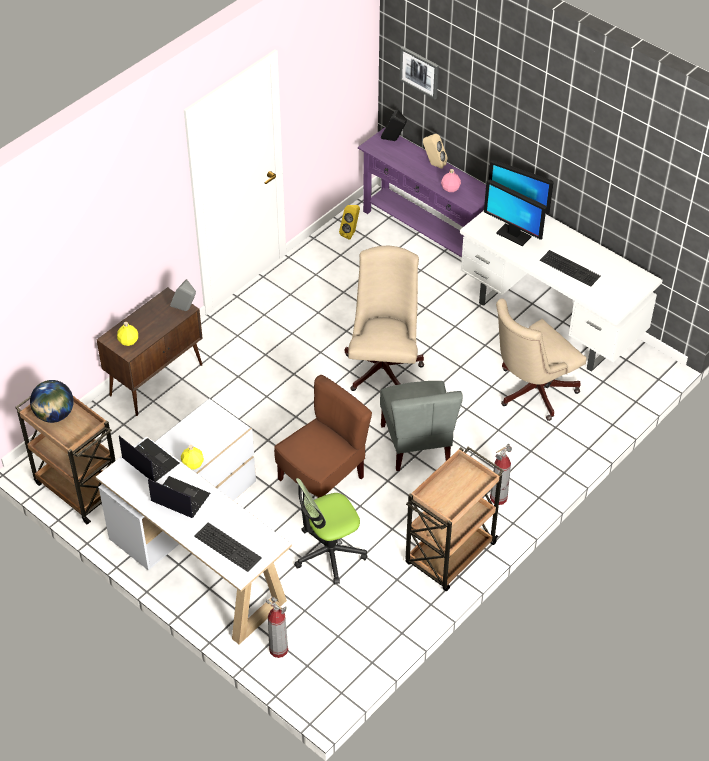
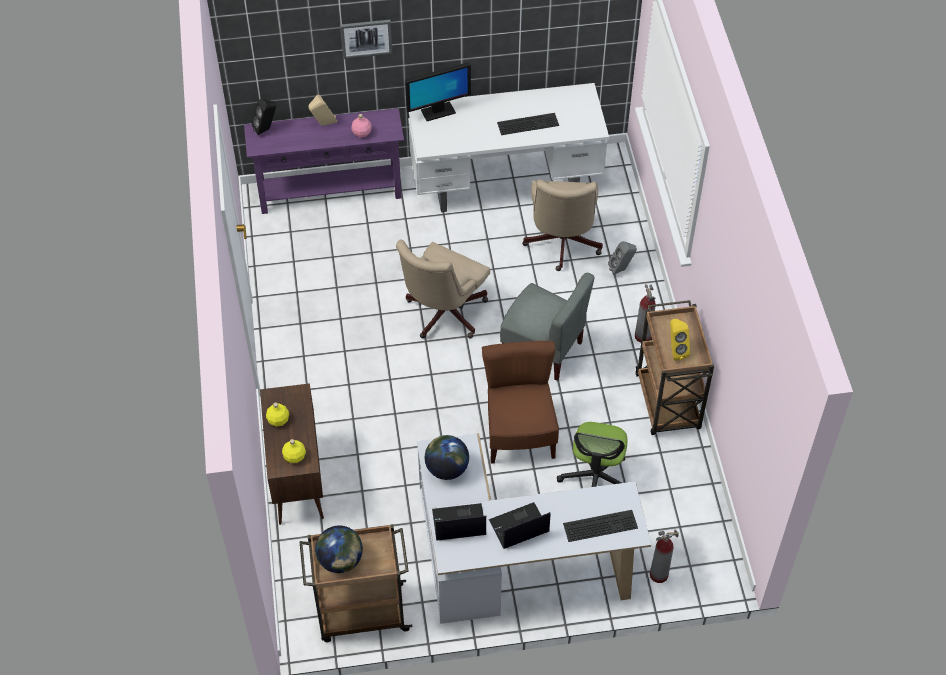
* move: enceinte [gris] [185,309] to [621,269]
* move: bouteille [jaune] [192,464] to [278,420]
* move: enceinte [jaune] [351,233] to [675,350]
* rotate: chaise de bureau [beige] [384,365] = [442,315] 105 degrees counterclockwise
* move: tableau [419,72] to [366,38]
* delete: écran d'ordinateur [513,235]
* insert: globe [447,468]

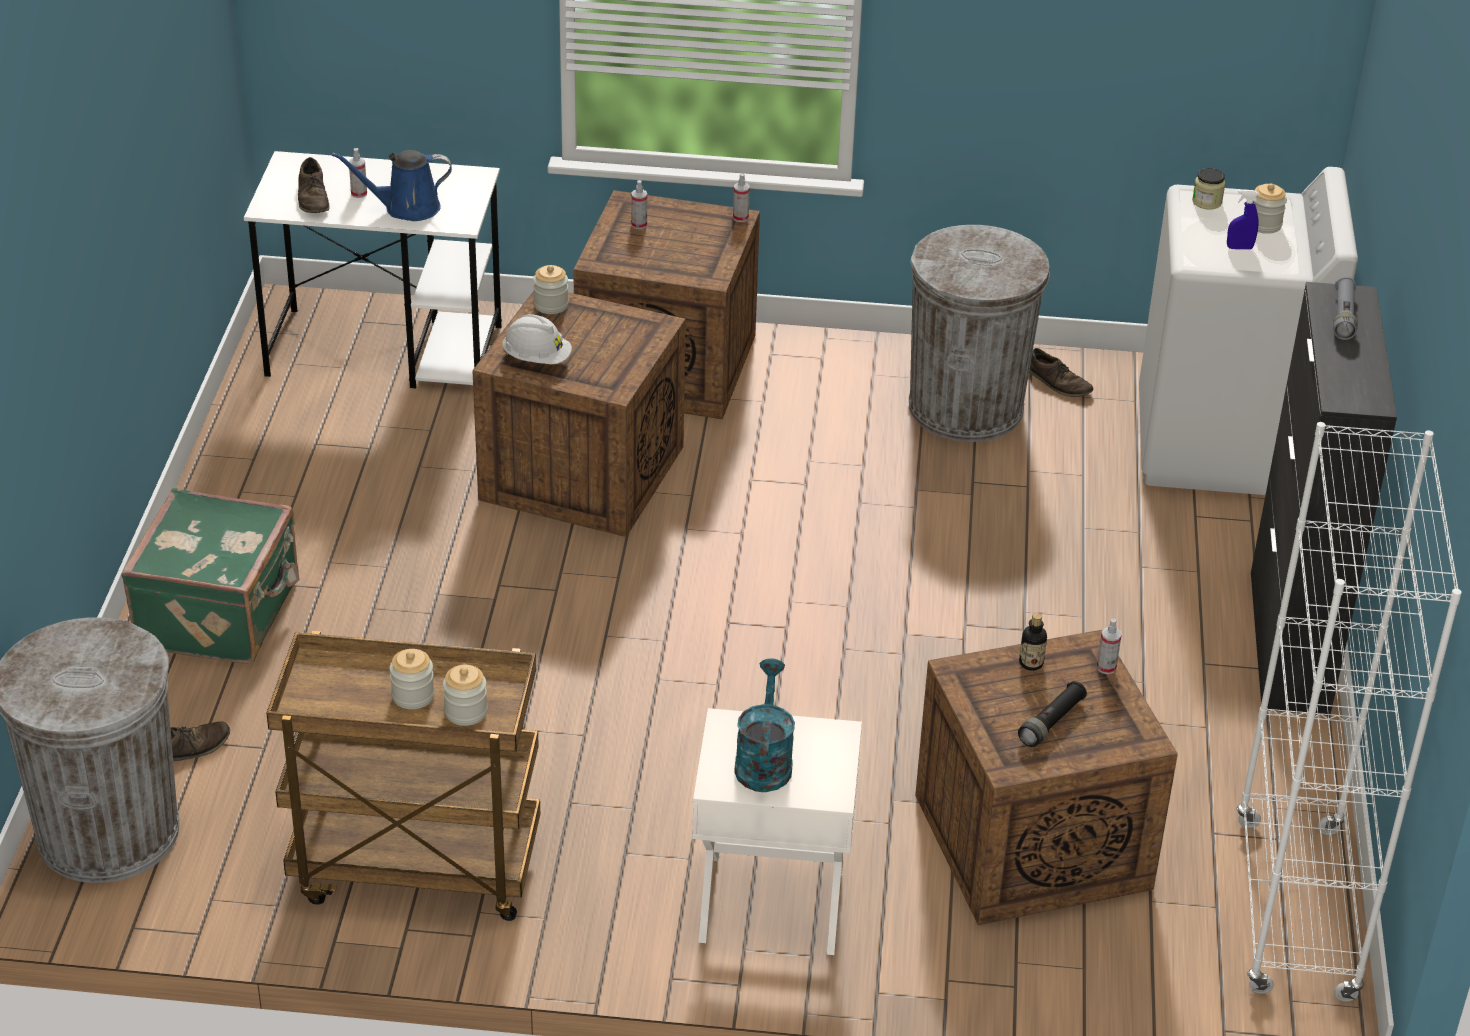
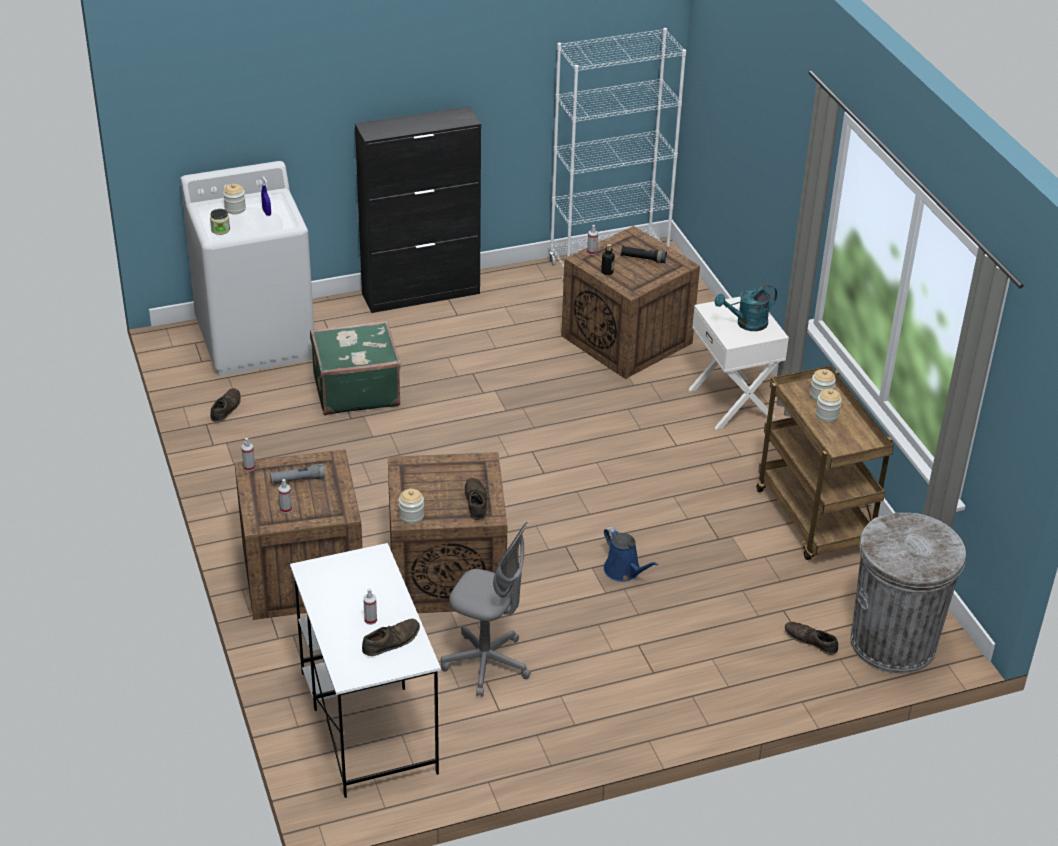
* move: valise [vert] [221,614] to [355,390]
* move: arrosoir [bleu] [406,208] to [624,571]
* replace: casque de chantier [blanc] [537,359] to chaussure [marron] [476,502]
* delete: poubelle [gris] [966,407]
* move: lampe de poche [gris] [1343,317] to [297,480]
* insert: chaise de bureau [gris] [486,663]

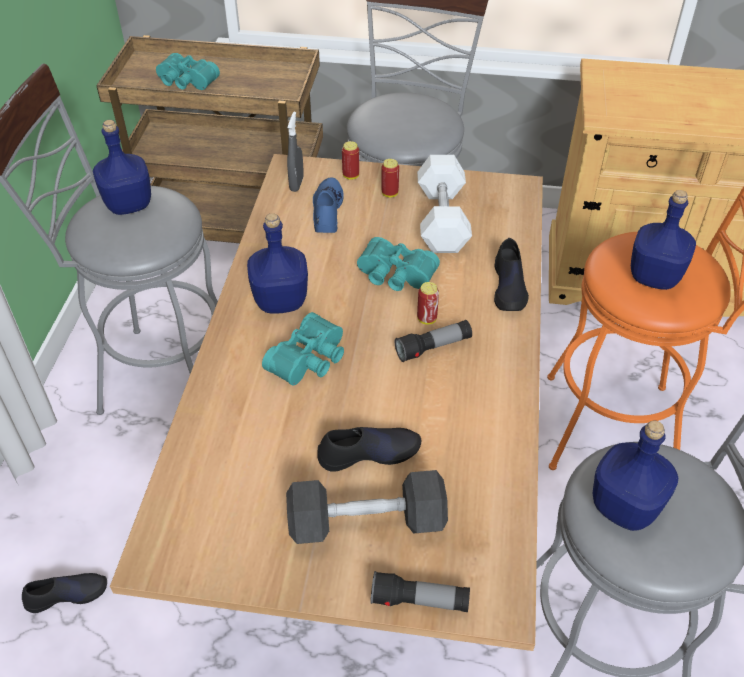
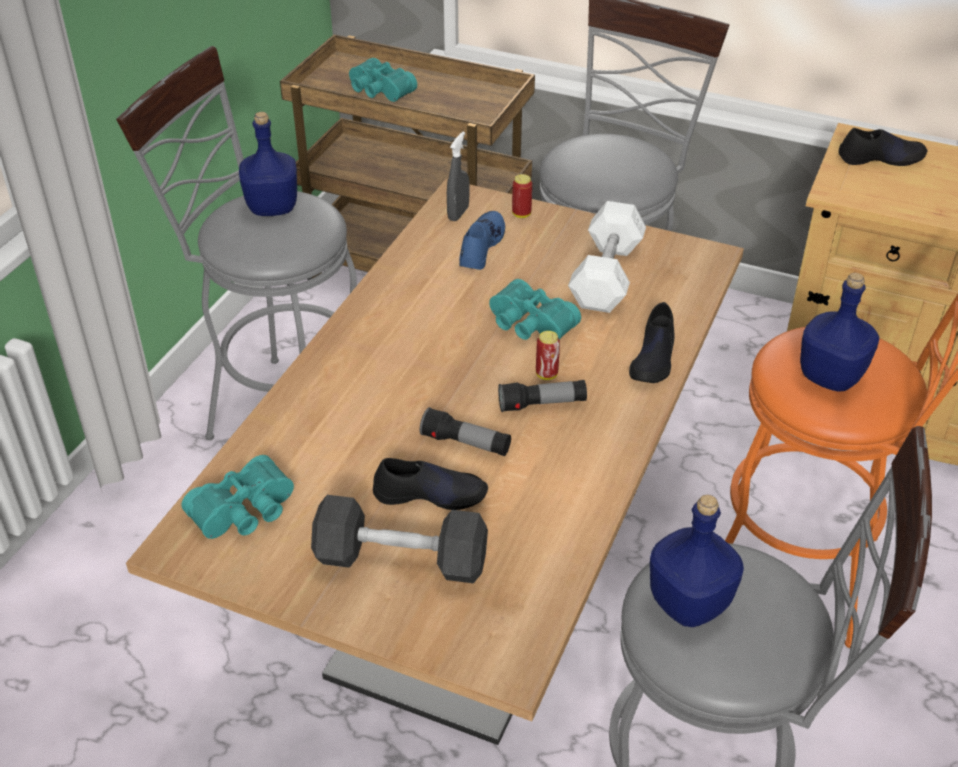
* move: chaussure [noir] [67,594] to [880,158]
* delete: bouteille [bleu] [282,301]
* move: jumelles [turquoise] [310,360] to [245,512]
* move: lampe de poche [419,601] to [466,443]
* delete: boîte métallique [389,193]

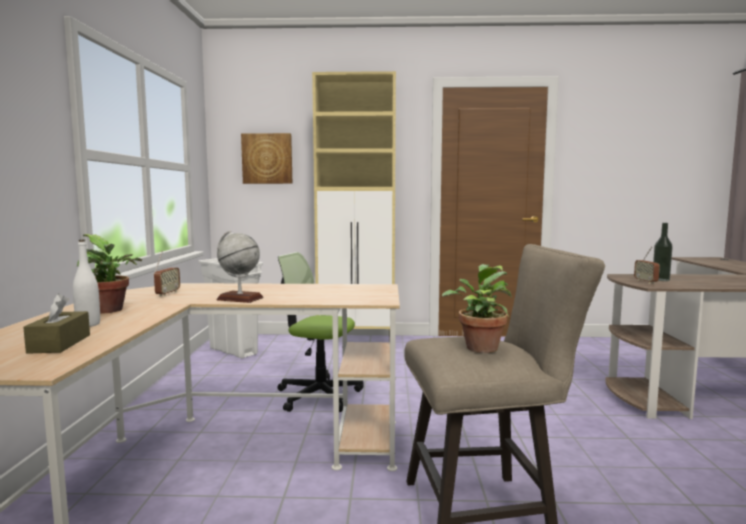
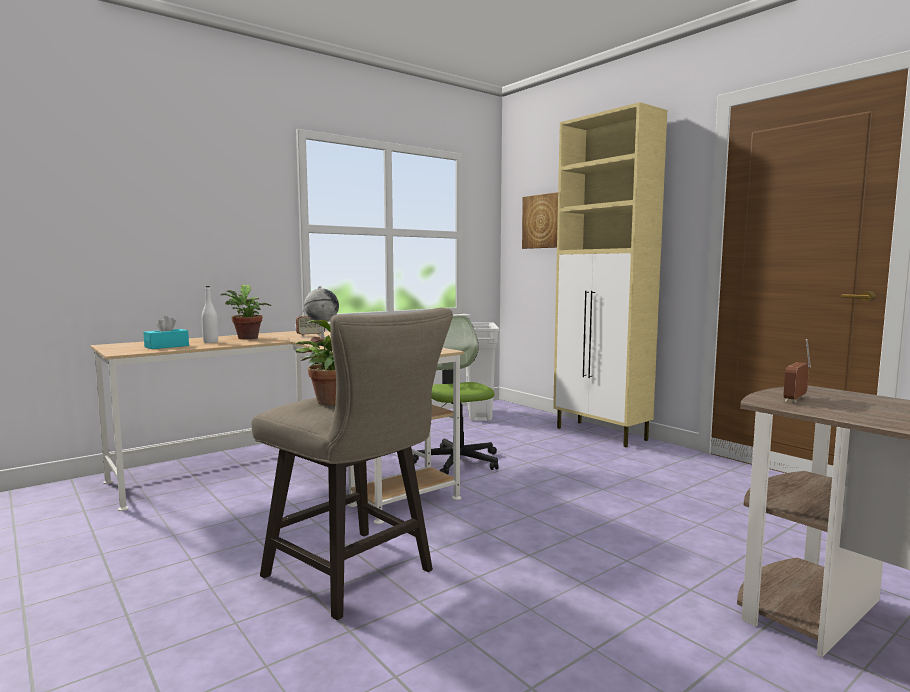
* recolor: boîte à mouchoirs [marron] [59,344] to boîte à mouchoirs [turquoise] [167,346]
* delete: bouteille [660,279]

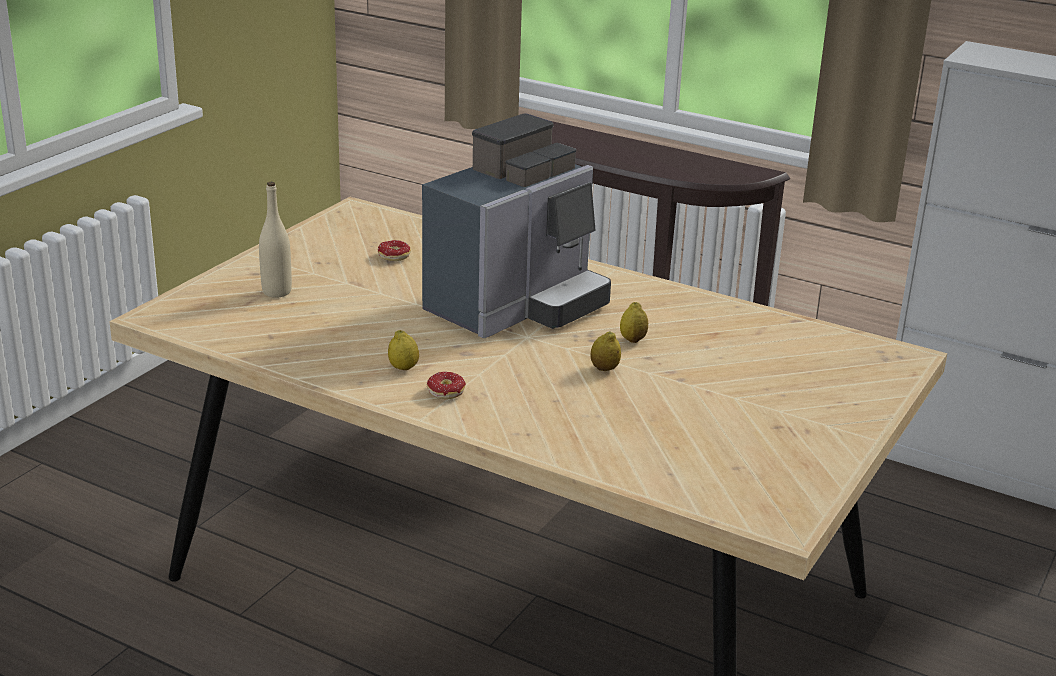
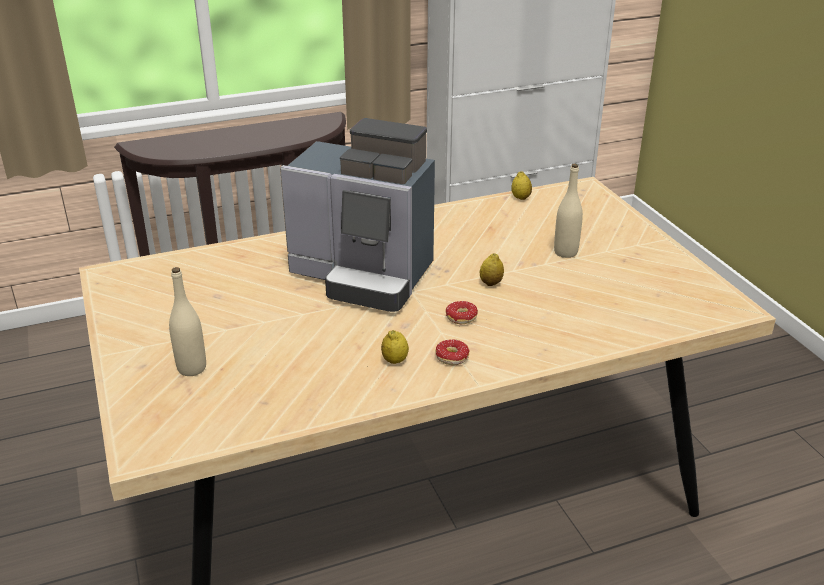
* move: beignet [390,258] to [463,321]
* rotate: machine à café [518,306] = [364,276] 120 degrees clockwise
* move: citron [633,339] to [521,198]
* insert: bouteille [beige] [565,252]

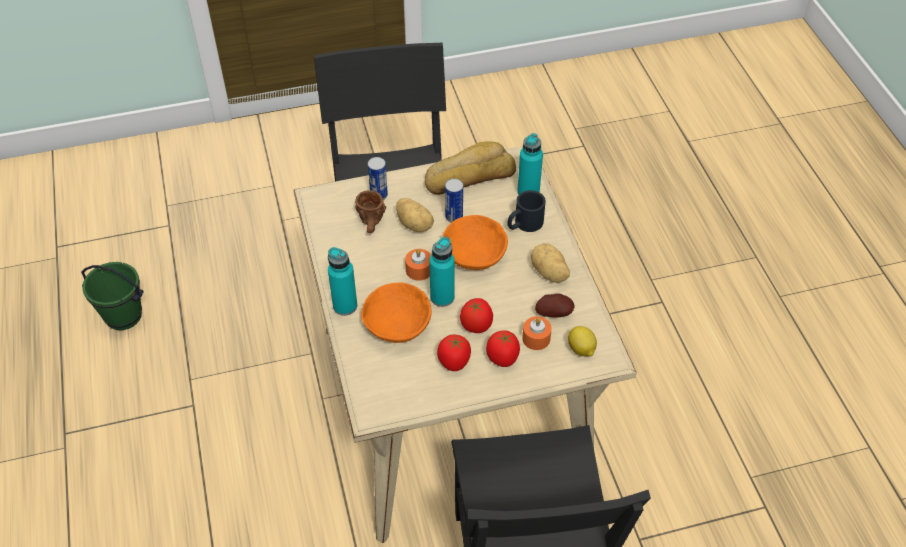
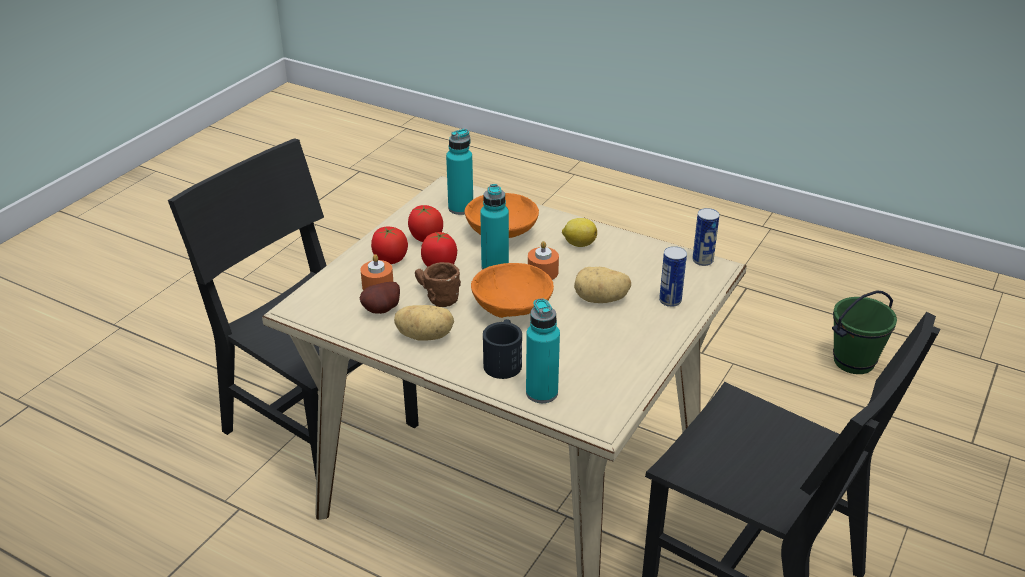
* move: bouteille [turquoise] [345,306] to [460,208]
* move: mug [marron] [372,224] to [434,297]
* delete: pain [469,176]
* move: boîte métallique [454,217] to [702,260]
* move: citron [581,350] to [578,244]

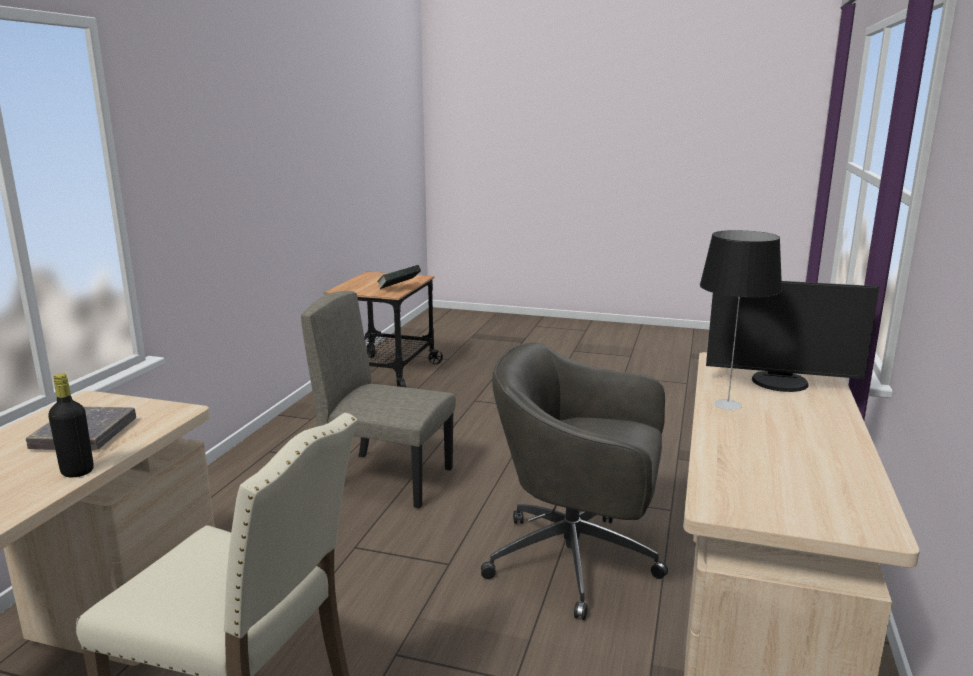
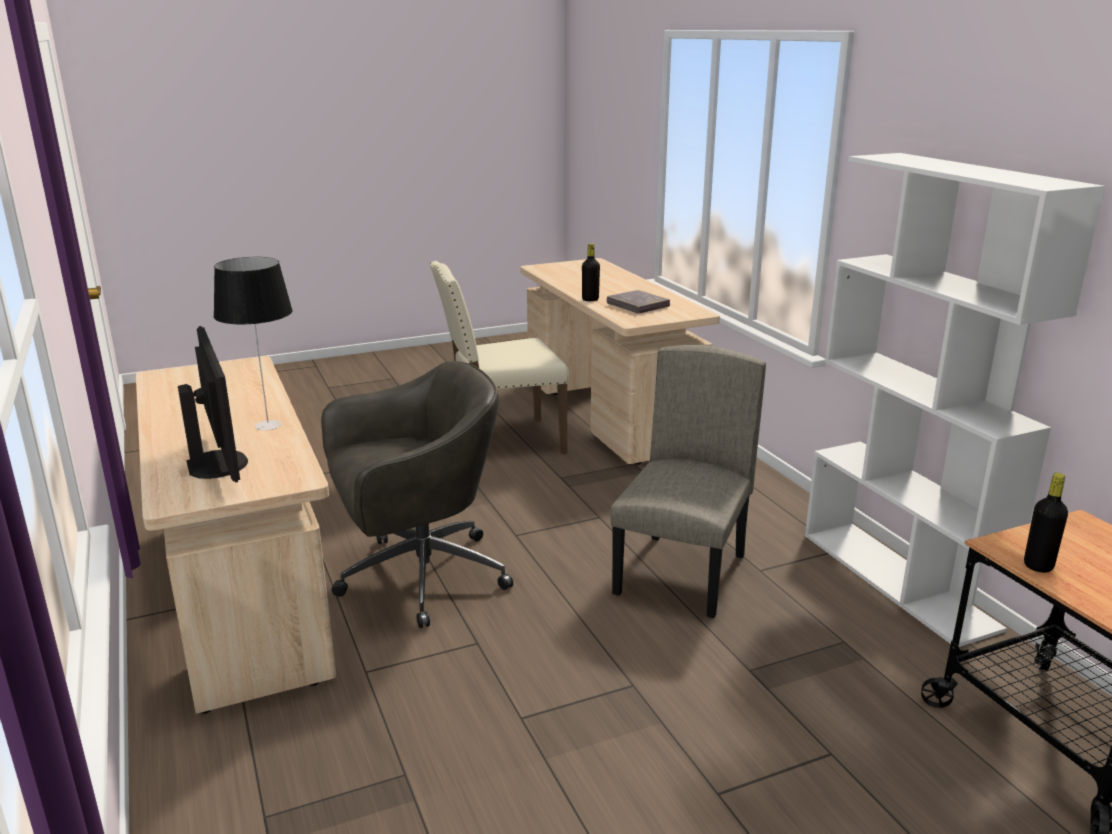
* rotate: chaise [beige] [389,479] = [682,574] 45 degrees counterclockwise
* replace: livre [399,289] to bouteille [noir] [1038,565]
* rotate: écran d'ordinateur [780,383] = [220,464] 90 degrees clockwise
* insert: bibliothèque [blanc] [898,580]

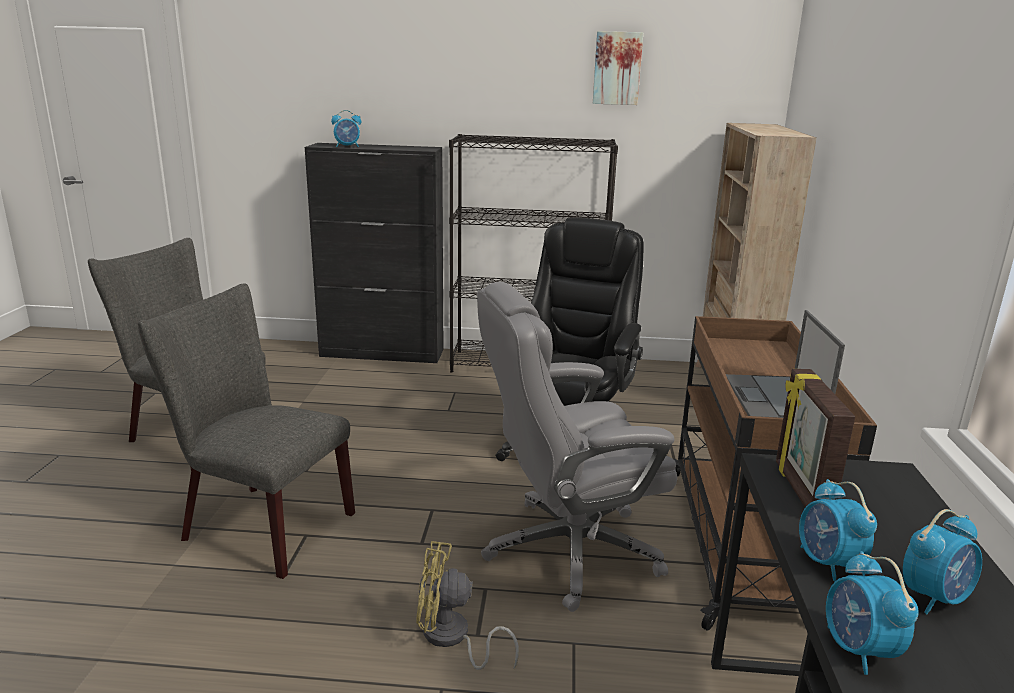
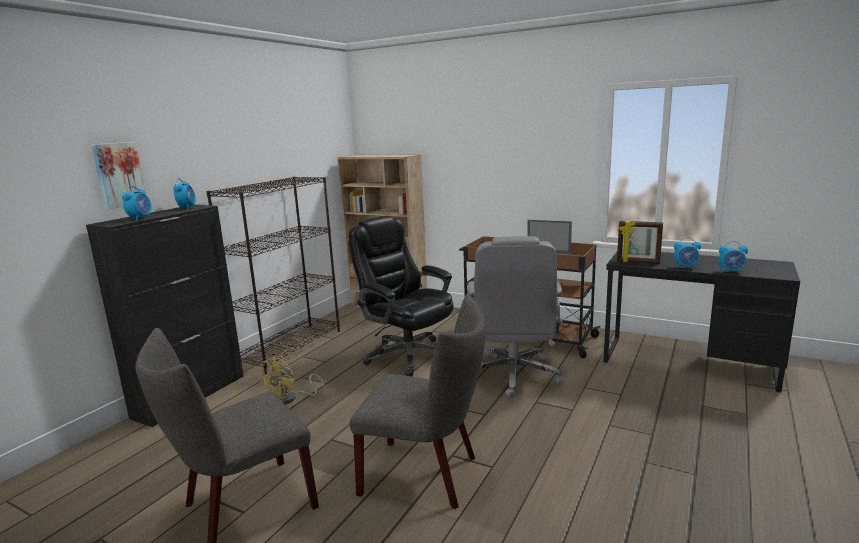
* rotate: chaise [gris] [259,525] = [427,475] 120 degrees counterclockwise
* move: ventilateur [jaune] [452,638] to [290,398]
* move: tableau [617,68] to [118,174]
* move: réveil [934,597] to [187,208]

